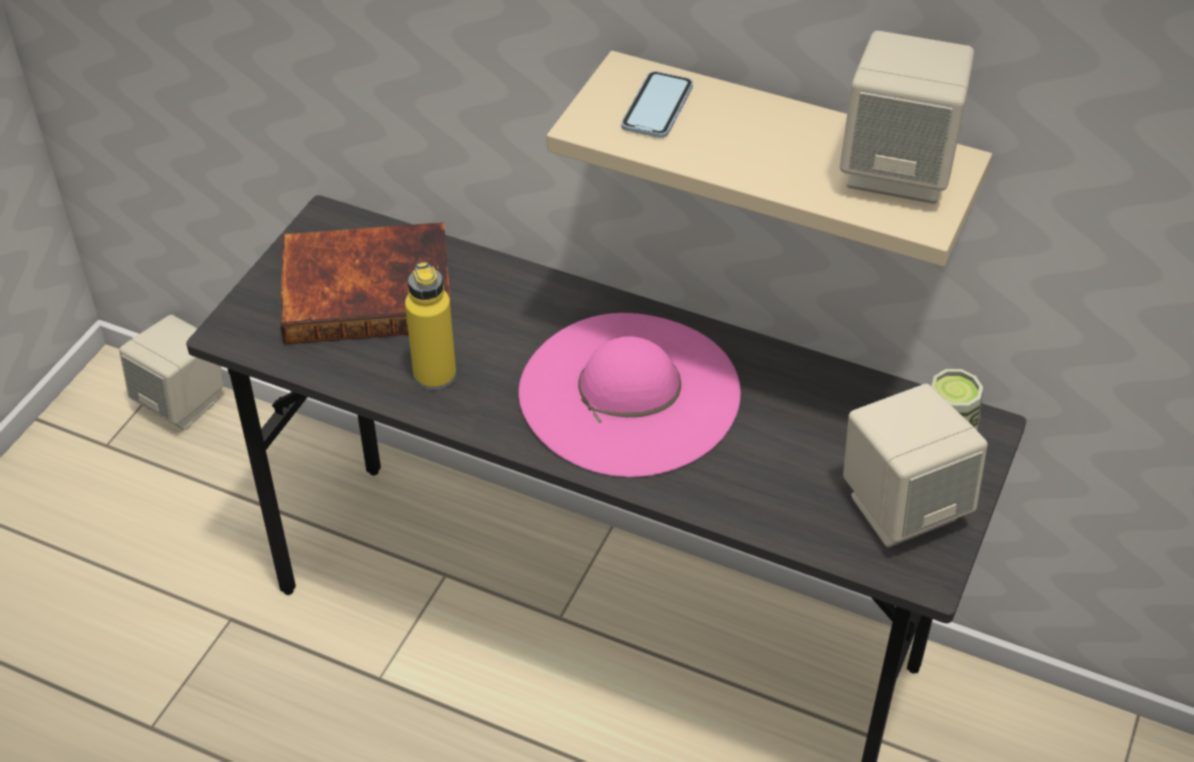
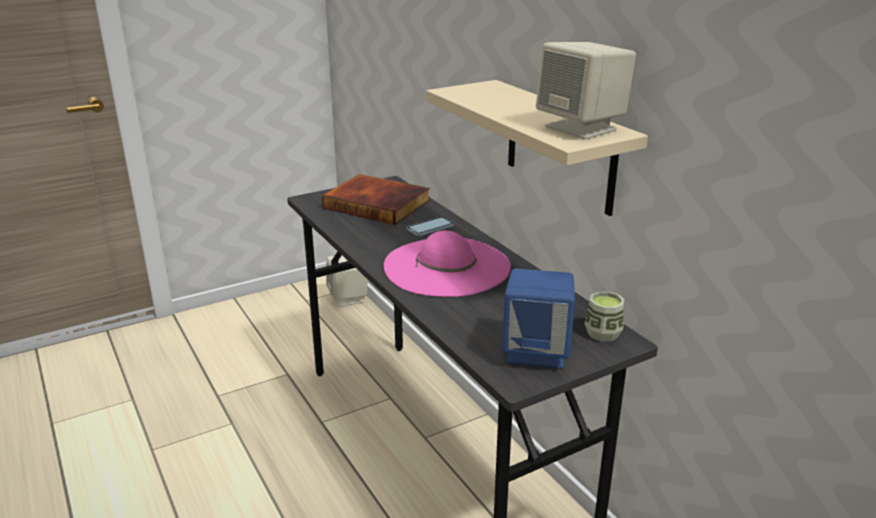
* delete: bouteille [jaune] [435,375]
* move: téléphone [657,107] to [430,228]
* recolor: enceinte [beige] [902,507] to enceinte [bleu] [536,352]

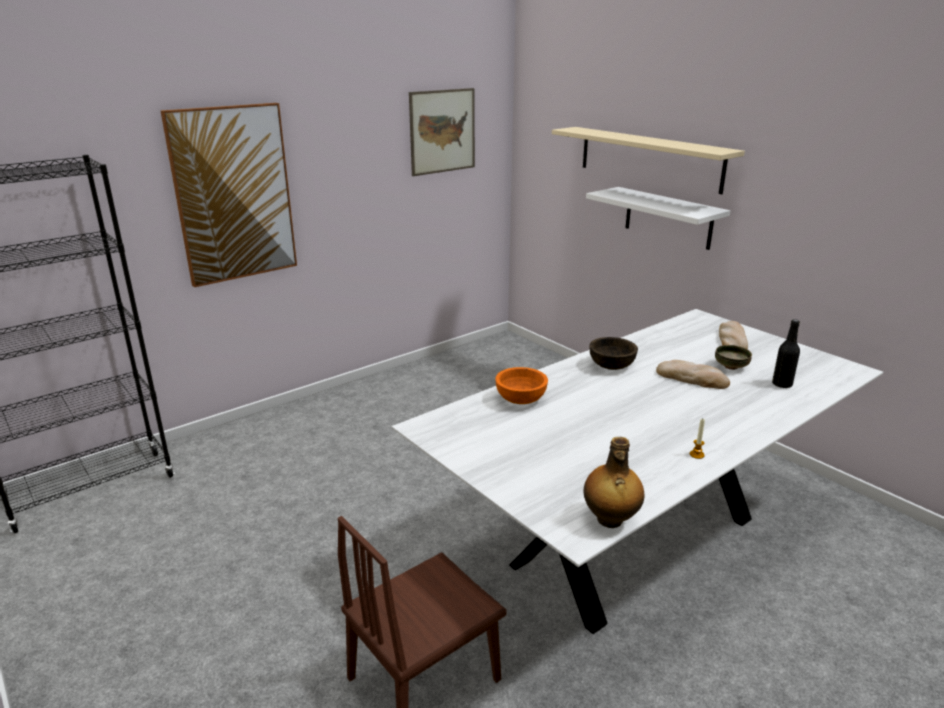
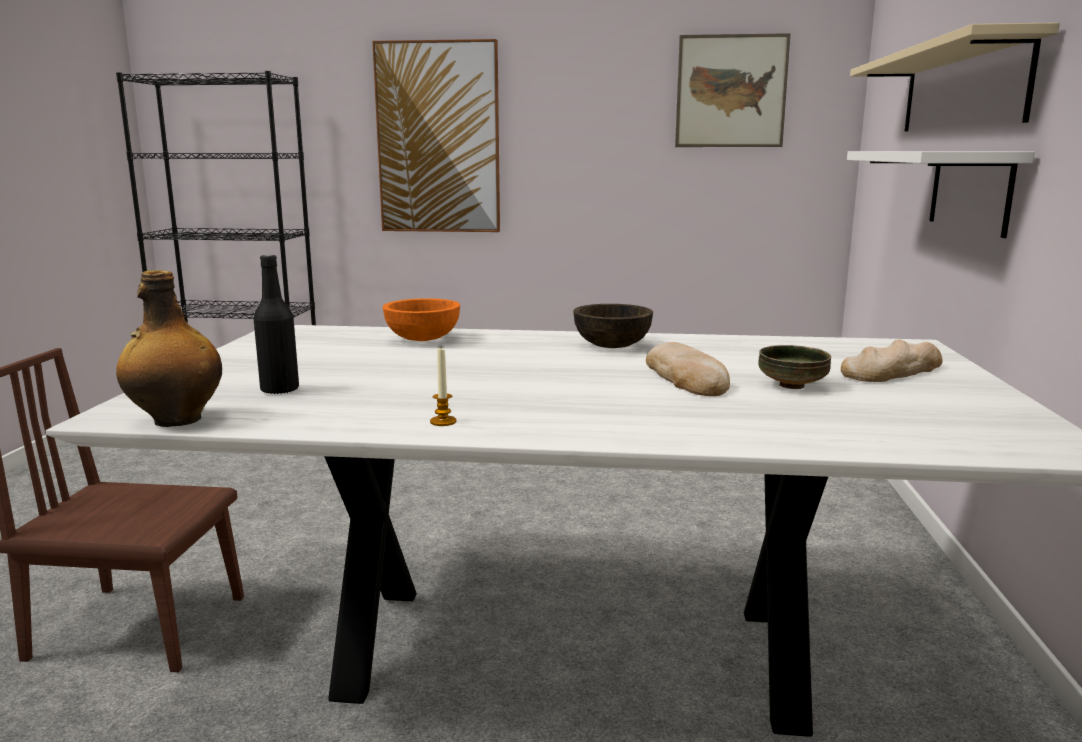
* move: bouteille [noir] [782,384] to [280,390]

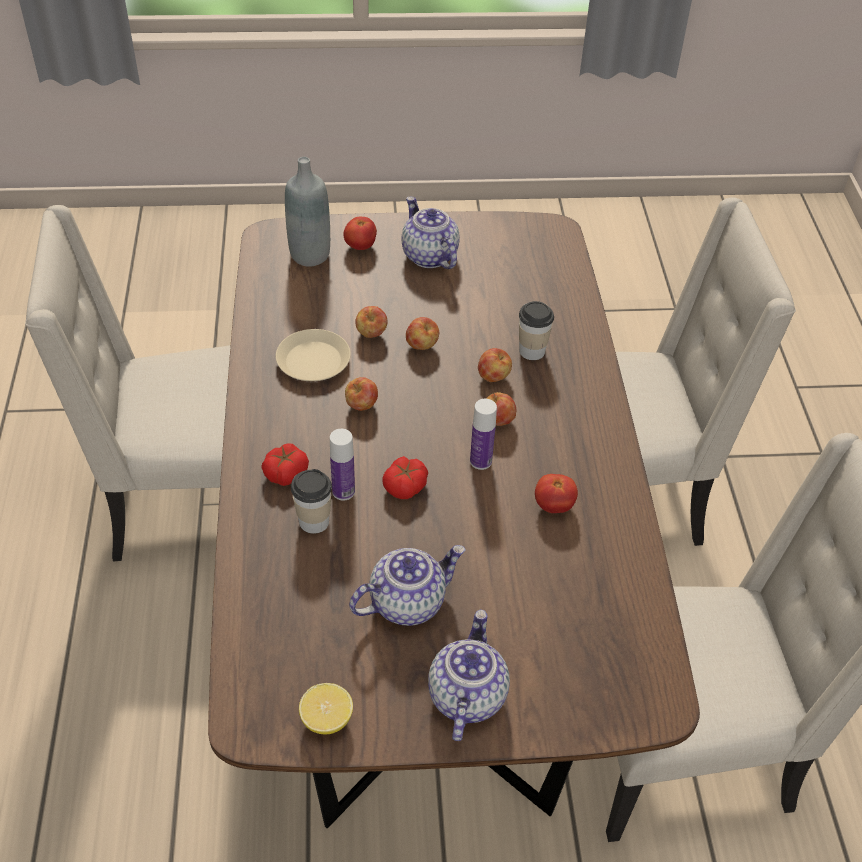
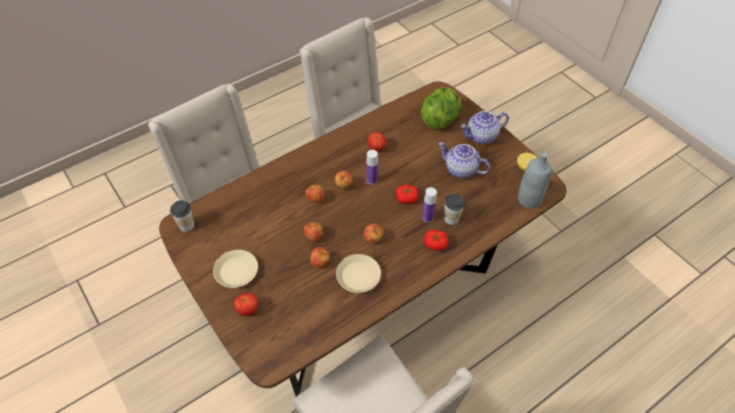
* move: bouteille [gris] [310,255] to [529,200]
* replace: théière [428,256] to assiette [beige] [236,271]
* move: tasse [532,351] to [186,225]
* insert: laitue [440,119]

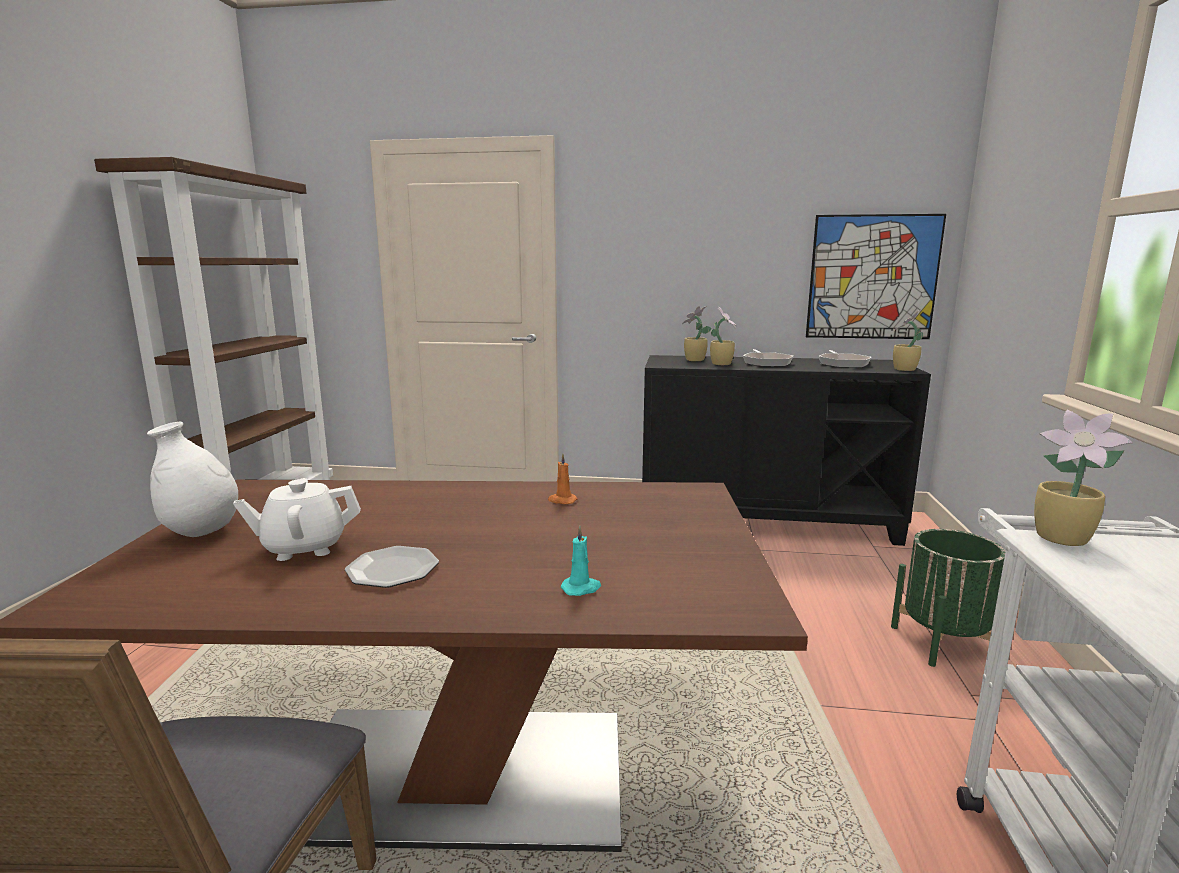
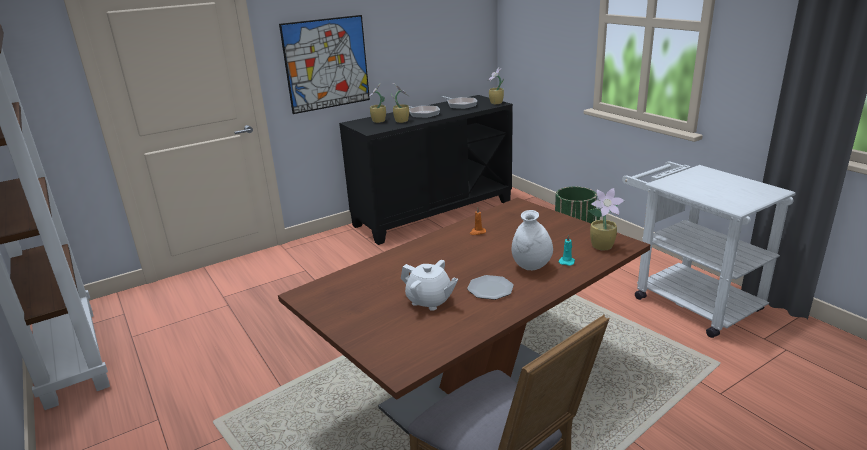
* move: vase [blanc] [202,533] to [531,267]
* rotate: théière [blanc] [304,548] = [429,301] 90 degrees counterclockwise
* move: tableau [872,277] to [326,64]
* move: plante en pot [1064,539] to [603,246]

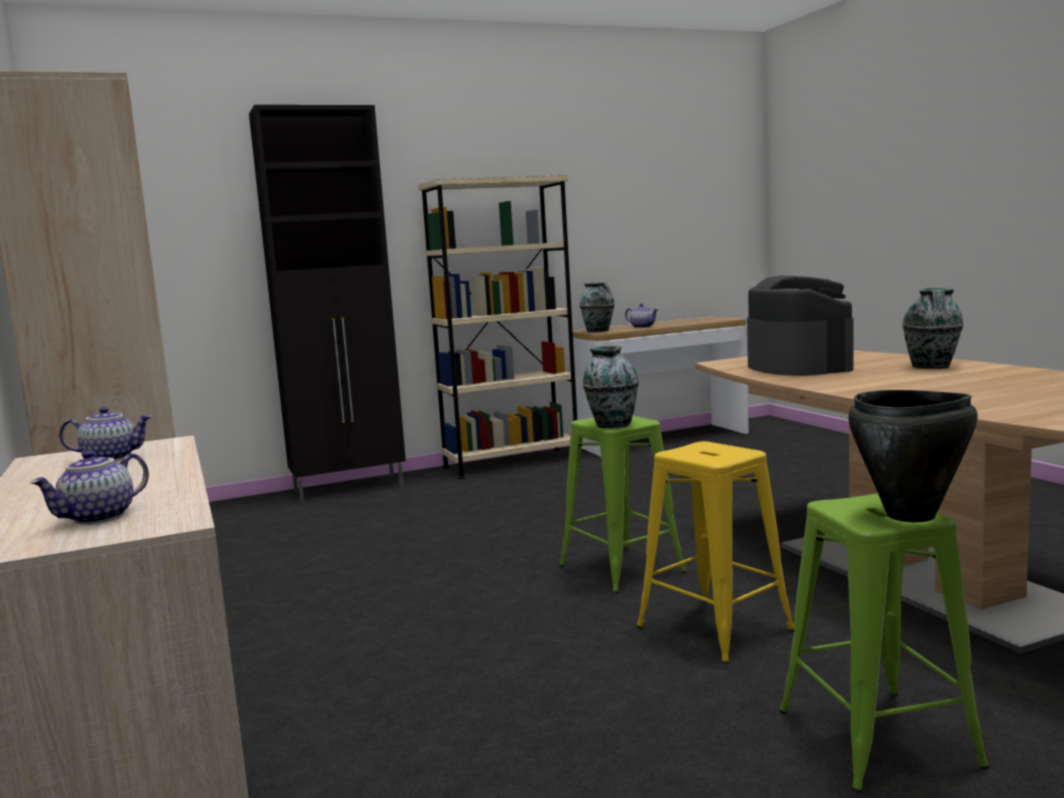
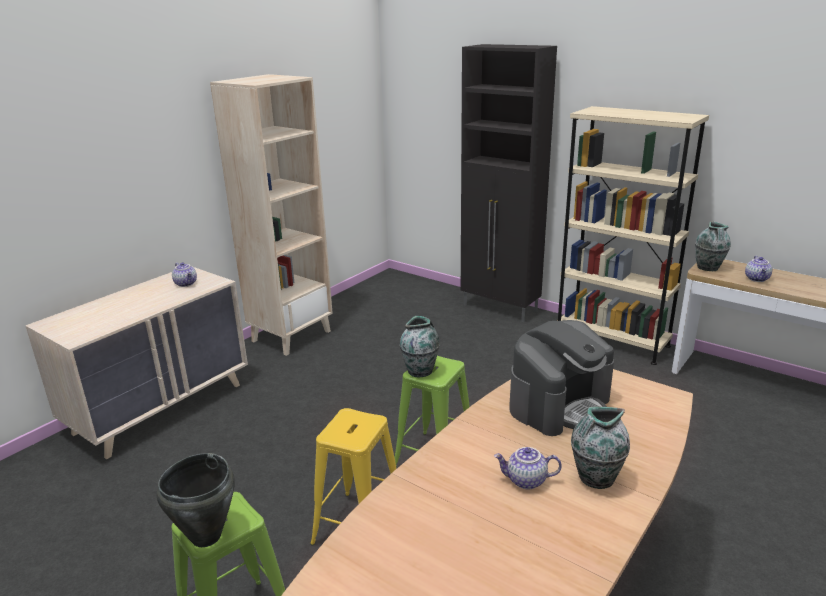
* move: théière [98,518] to [526,481]

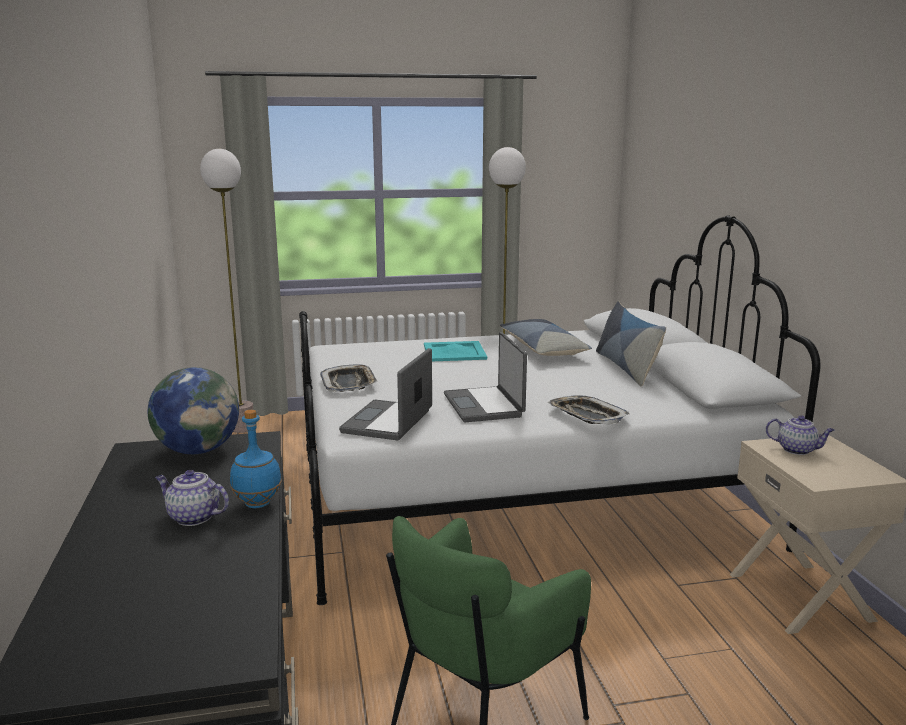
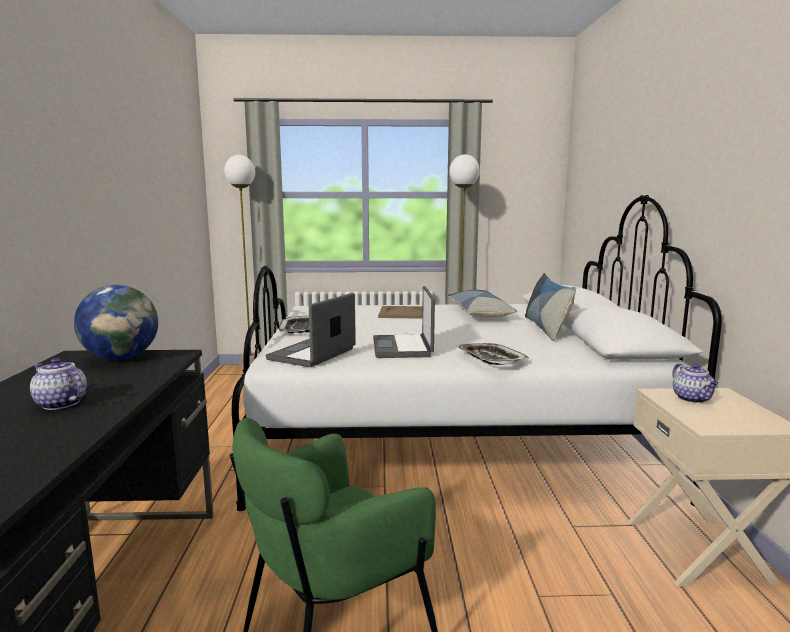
* delete: bouteille [bleu] [258,503]
* recolor: plateau [turquoise] [455,352] to plateau [beige] [404,313]
* rotate: théière [797,450] = [692,399] 45 degrees clockwise

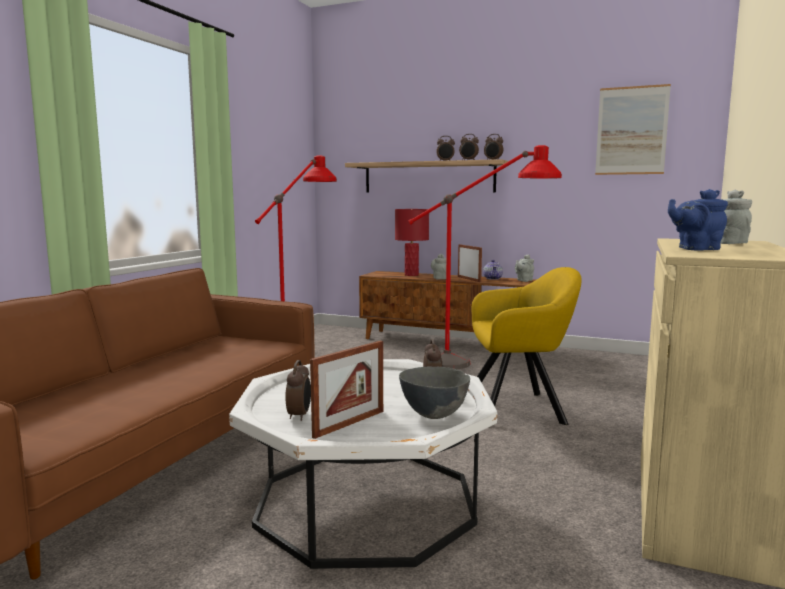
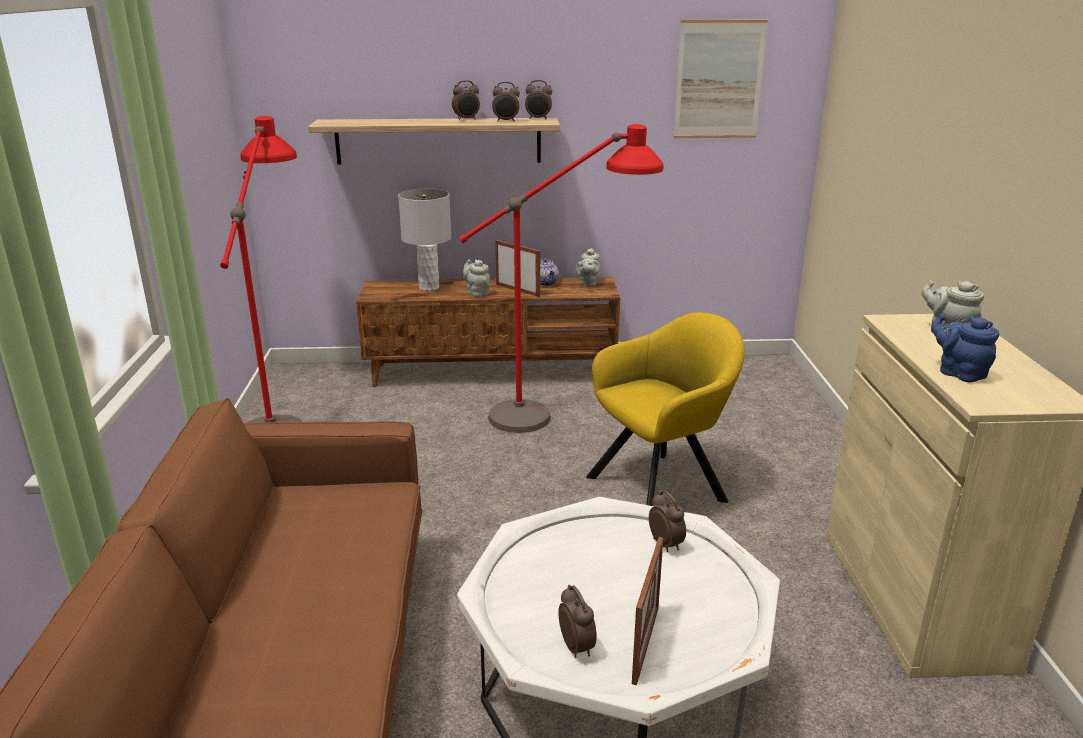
* recolor: lampe de table [rouge] [411,275] to lampe de table [gris] [428,288]
* delete: bol [gris] [434,415]
* rotate: théière [bleu] [695,249] = [959,373] 90 degrees clockwise

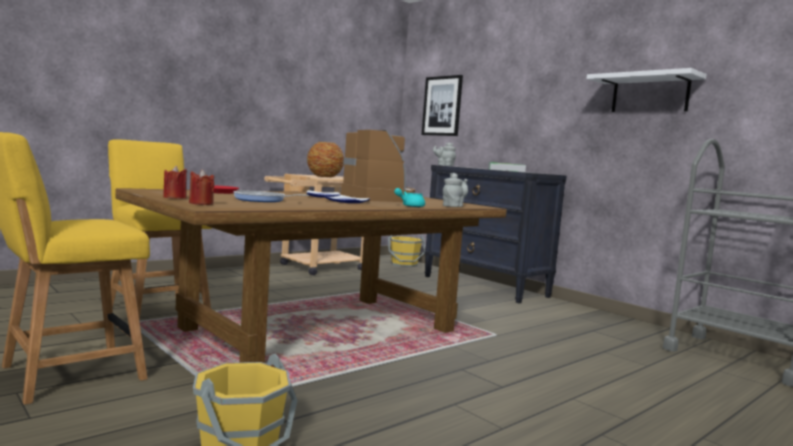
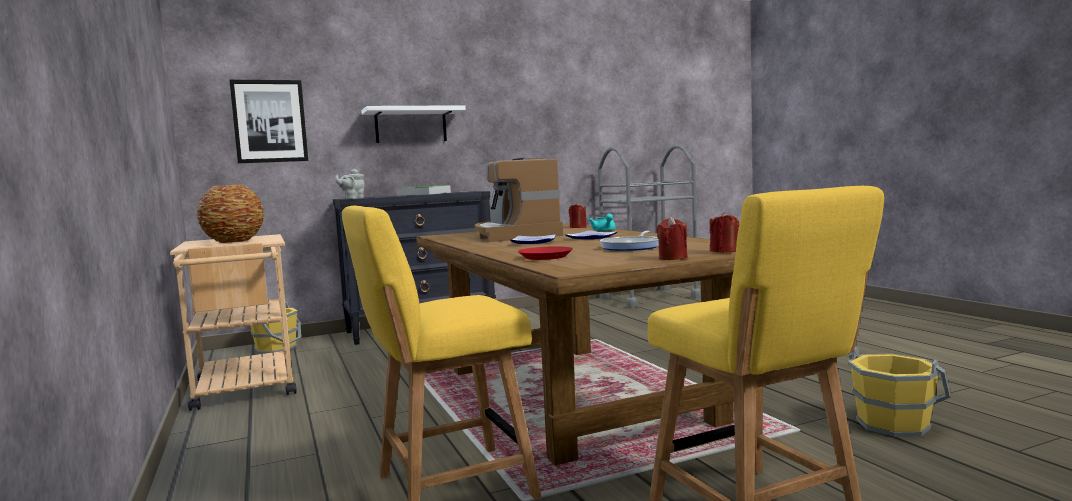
* rotate: machine à café [380,198] = [514,236] 105 degrees counterclockwise
* replace: théière [gris] [454,206] to bougie [rouge] [578,227]
* move: étagère [blanc] [650,94] to [411,125]

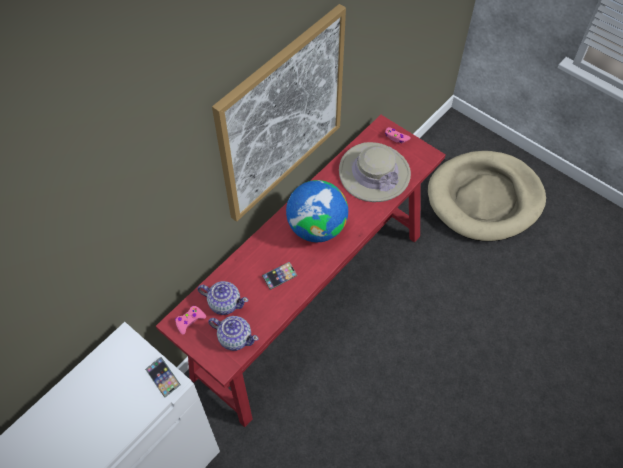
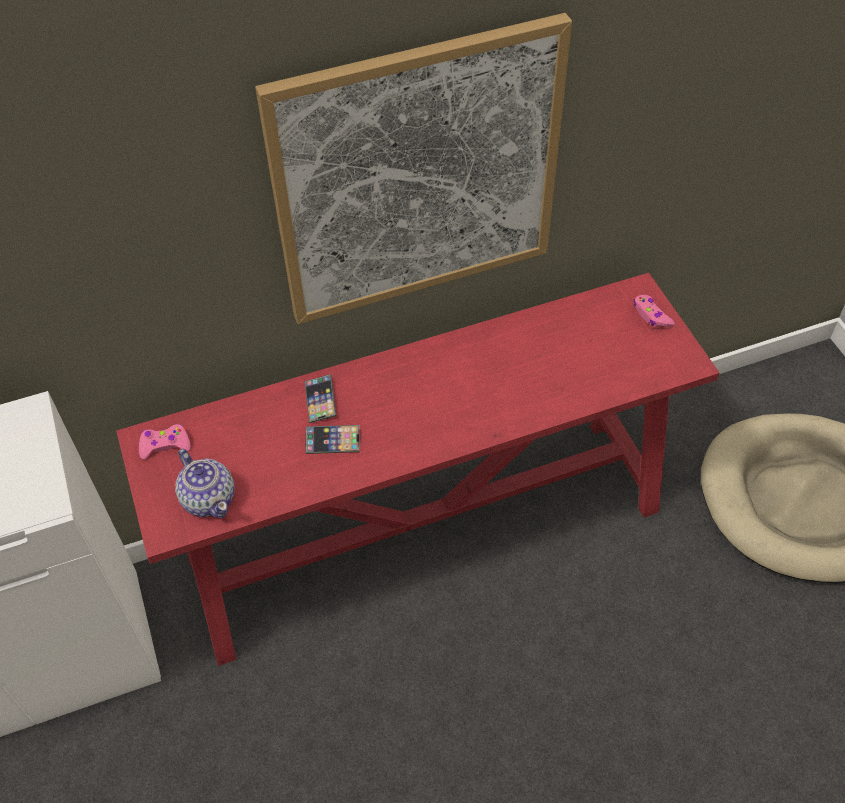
* move: téléphone [163,378] to [320,401]
* delete: théière [224,303]
* delete: globe [316,228]
* delete: chapeau [beige] [374,173]

